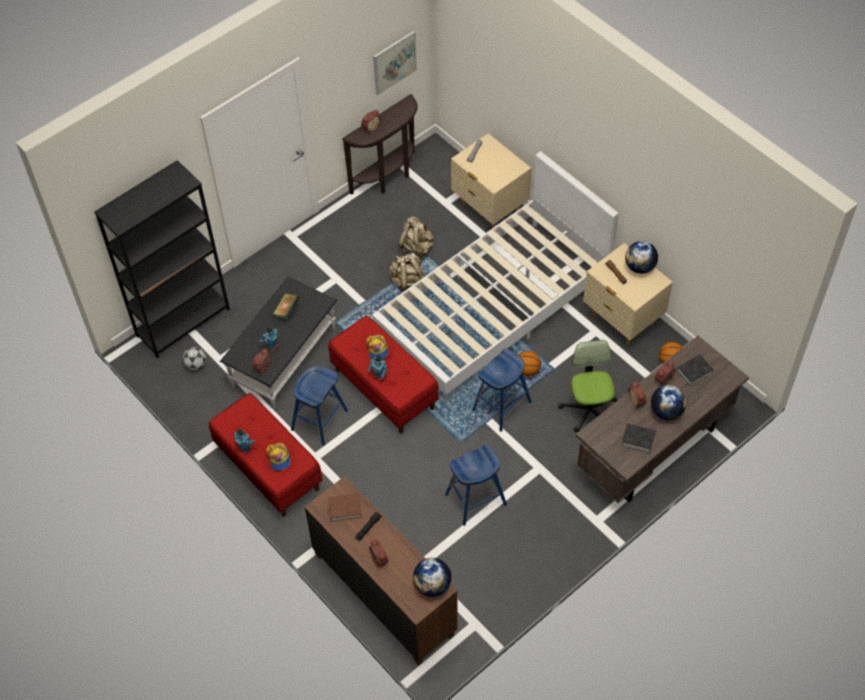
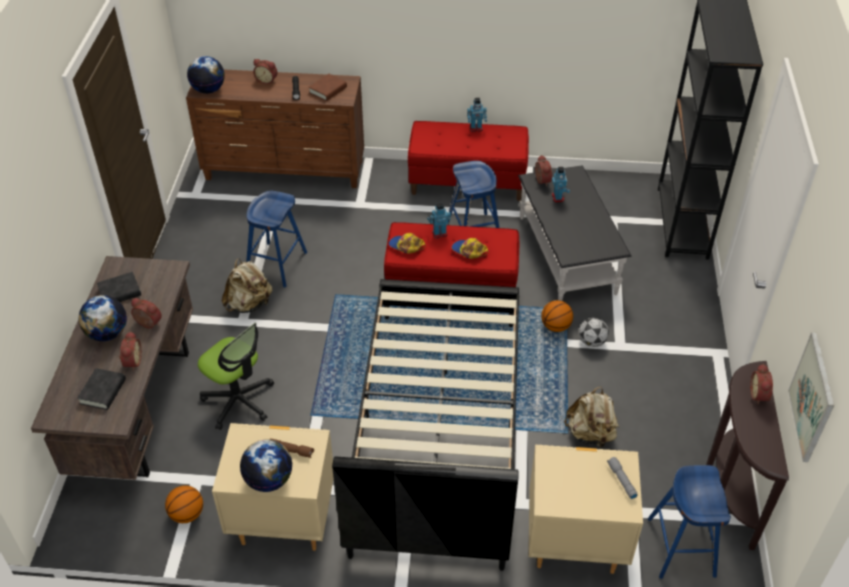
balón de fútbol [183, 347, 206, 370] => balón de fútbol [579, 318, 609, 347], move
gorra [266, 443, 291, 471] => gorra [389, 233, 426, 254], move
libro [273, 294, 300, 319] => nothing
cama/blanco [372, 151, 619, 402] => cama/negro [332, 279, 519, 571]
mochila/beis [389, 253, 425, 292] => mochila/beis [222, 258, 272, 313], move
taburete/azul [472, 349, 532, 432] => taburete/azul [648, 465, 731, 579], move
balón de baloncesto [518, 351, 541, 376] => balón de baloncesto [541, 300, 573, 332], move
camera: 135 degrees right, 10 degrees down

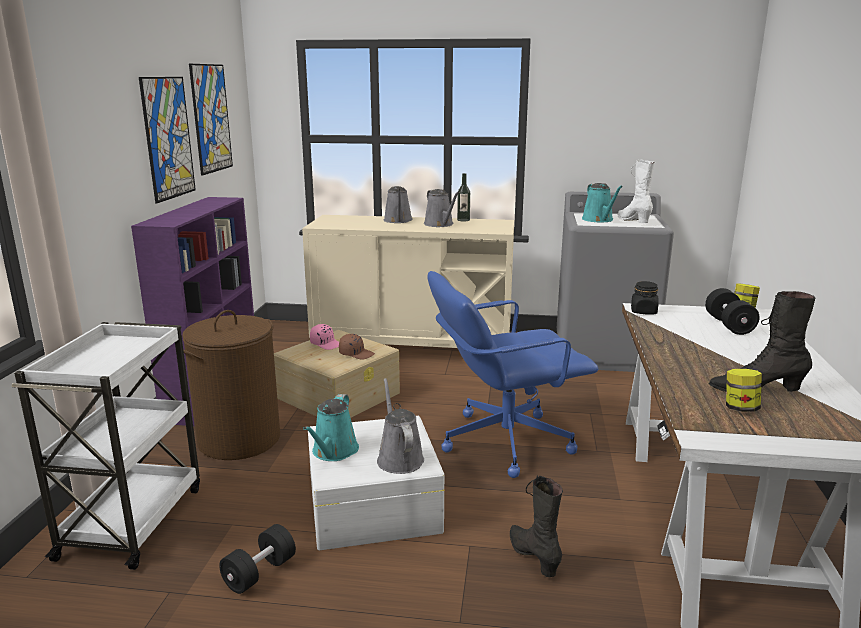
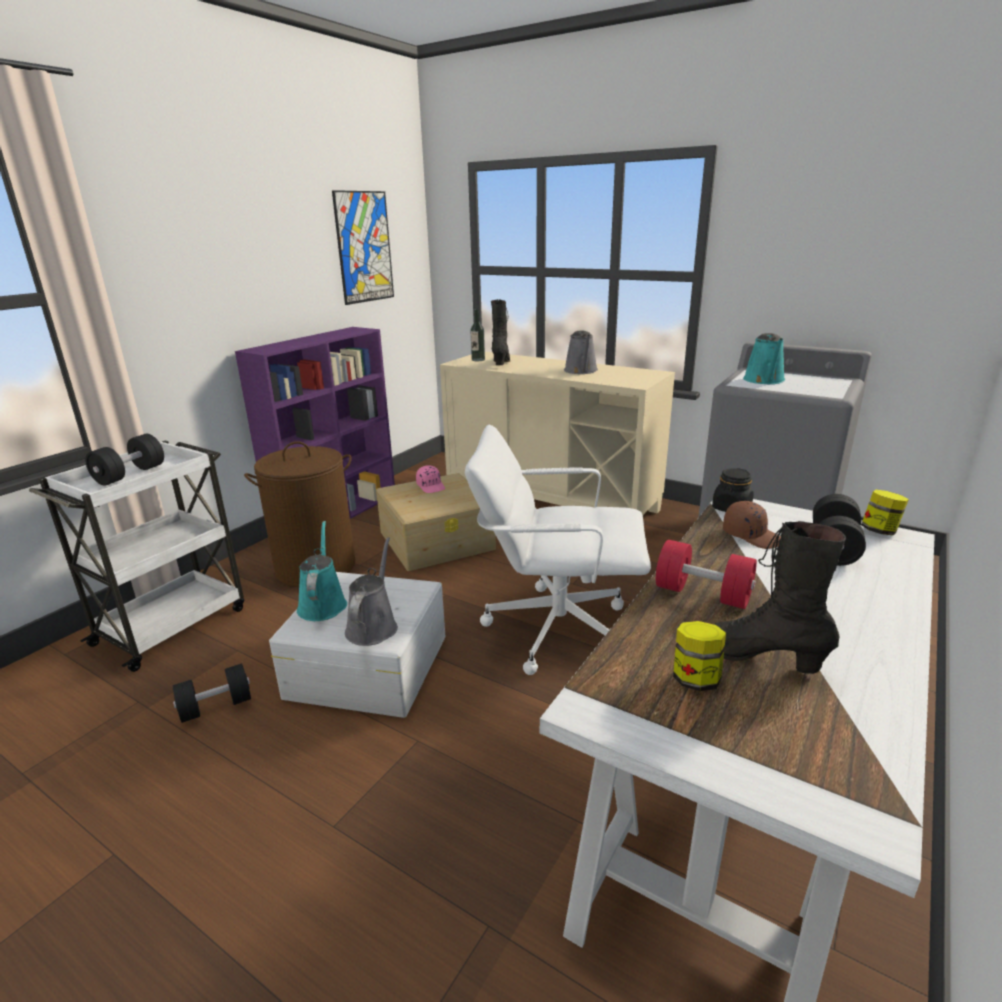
cuadro [139, 77, 196, 203] => nothing
regadera/turquesa [303, 394, 359, 461] => regadera/turquesa [297, 521, 347, 621], 135 degrees clockwise
gorra/marrón [339, 334, 375, 360] => gorra/marrón [723, 501, 781, 549], move
regadera/gris [384, 186, 413, 223] => nothing
silla de oficina/azul [427, 271, 598, 478] => silla de oficina/blanco [465, 425, 651, 675]
botella [457, 173, 470, 221] => botella [470, 309, 485, 361], move
bota/negro [510, 475, 563, 577] => bota/negro [491, 299, 510, 365], move
bota/blanco [618, 159, 655, 223] => nothing
nothing => mancuerna/negro [85, 434, 164, 485]
nothing => mancuerna/rojo [656, 540, 757, 609]
camera: 25 degrees right, 5 degrees up

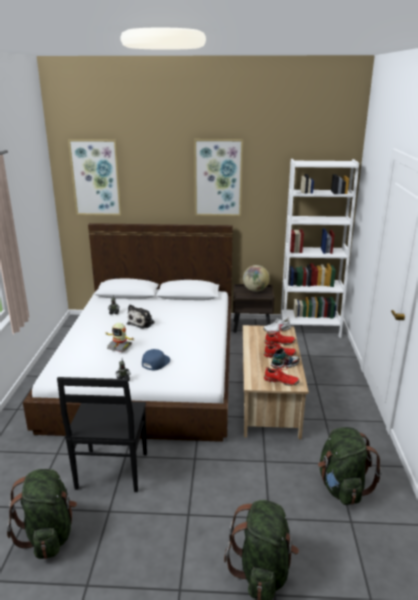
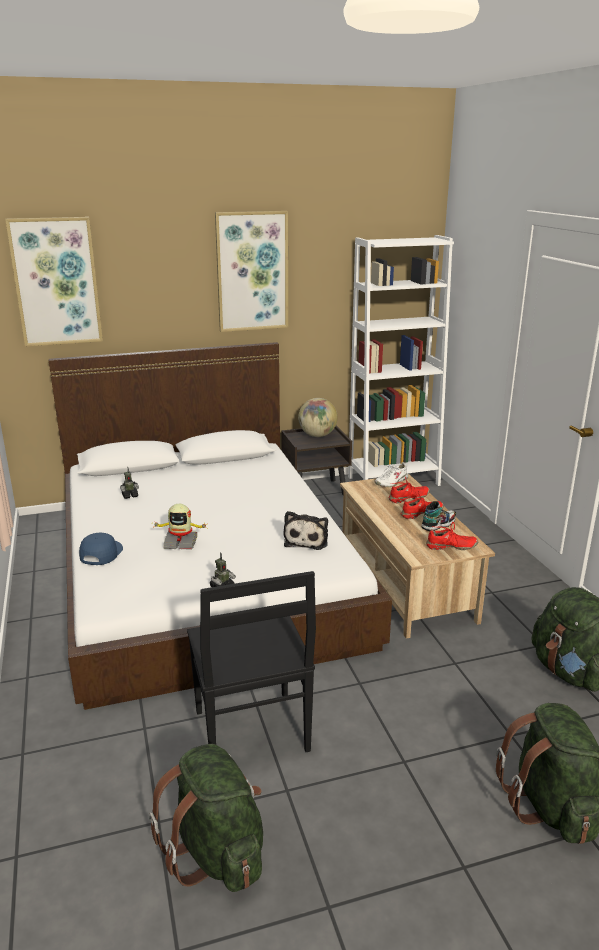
peluche [127, 304, 155, 329] => peluche [284, 511, 328, 550], move
gorra/azul [142, 349, 170, 370] => gorra/azul [79, 533, 123, 565], move
camera: 20 degrees left, 0 degrees up

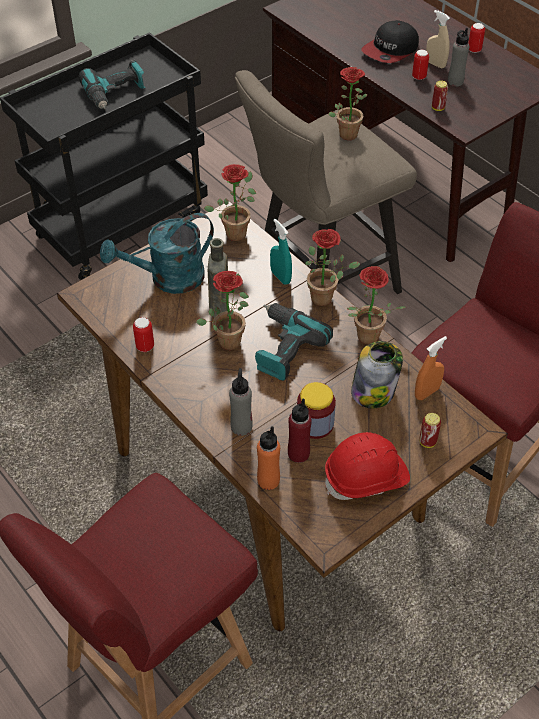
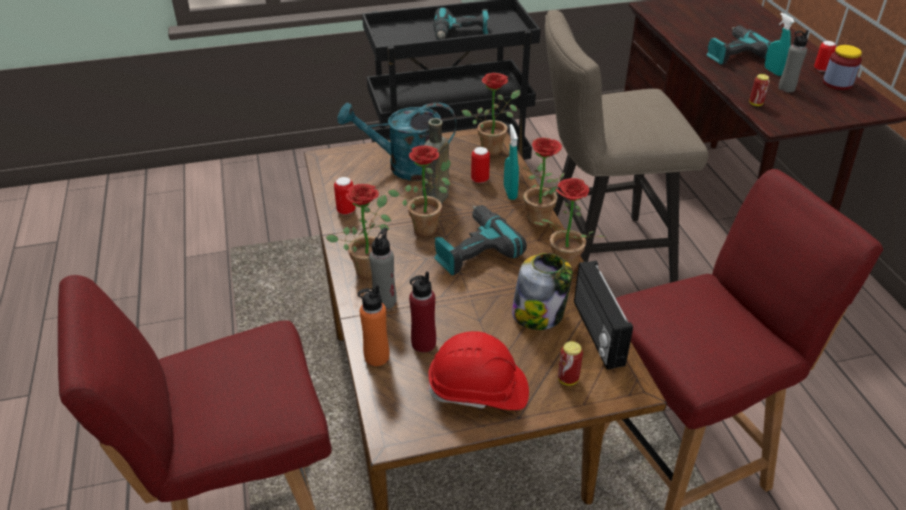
tarro [297, 382, 336, 439] => tarro [823, 45, 862, 90], move
planta en maceta [328, 67, 367, 140] => planta en maceta [325, 184, 391, 279], move
gorra [361, 20, 419, 63] => taladro [707, 25, 772, 65]
lata [412, 50, 429, 80] => lata [471, 147, 490, 183], move
pulverizador/naranja [415, 336, 447, 400] => radio [574, 261, 633, 370]
pulverizador/beis [426, 10, 450, 69] => pulverizador/turquesa [765, 13, 794, 76]
camera: 25 degrees right, 10 degrees down

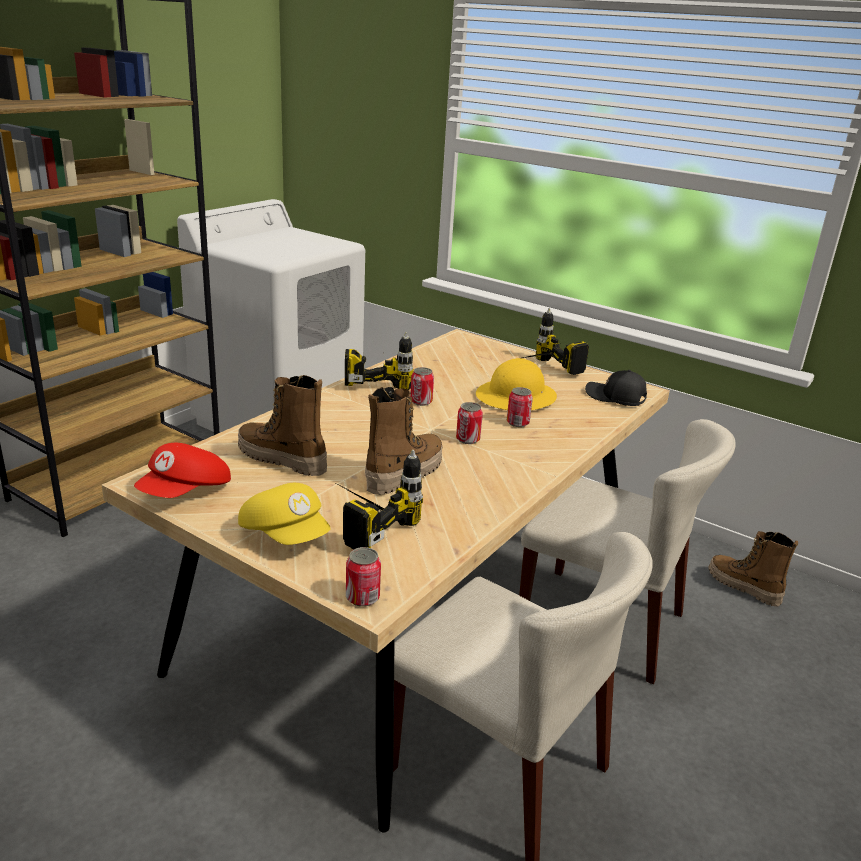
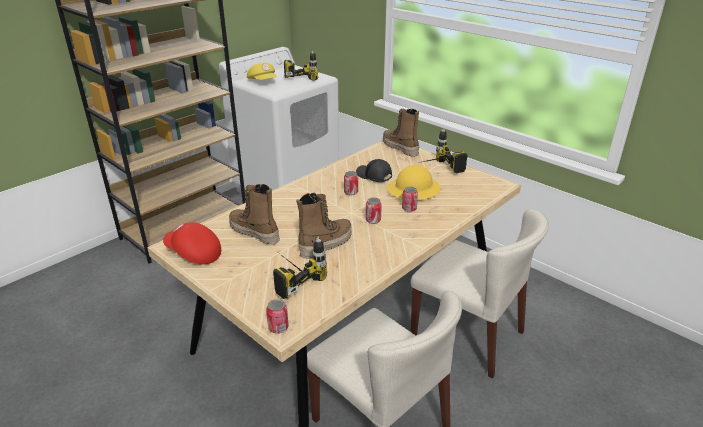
gorra/rojo [134, 443, 231, 498] => gorra/rojo [163, 222, 221, 264], 75 degrees clockwise
gorra/amarillo [238, 483, 331, 545] => gorra/amarillo [247, 62, 277, 80], move
taladro [345, 332, 414, 390] => taladro [284, 50, 318, 81], move
gorra/negro [585, 370, 647, 406] => gorra/negro [356, 159, 392, 182], move
bota [708, 531, 798, 607] => bota [383, 109, 419, 157], move
camera: 10 degrees right, 5 degrees up

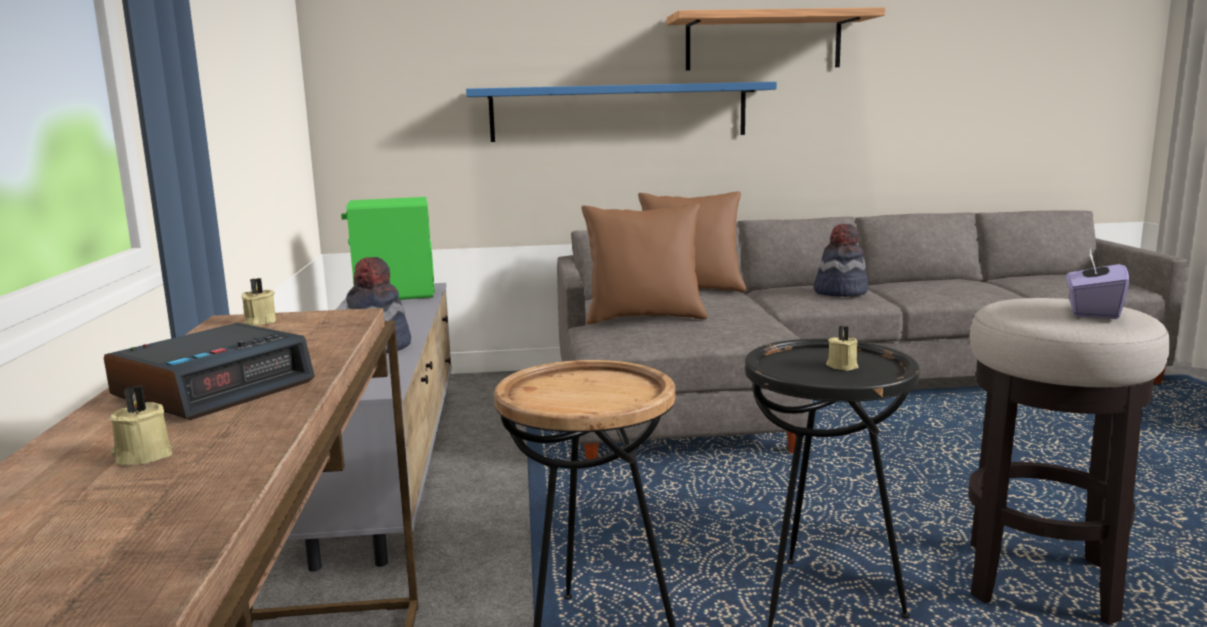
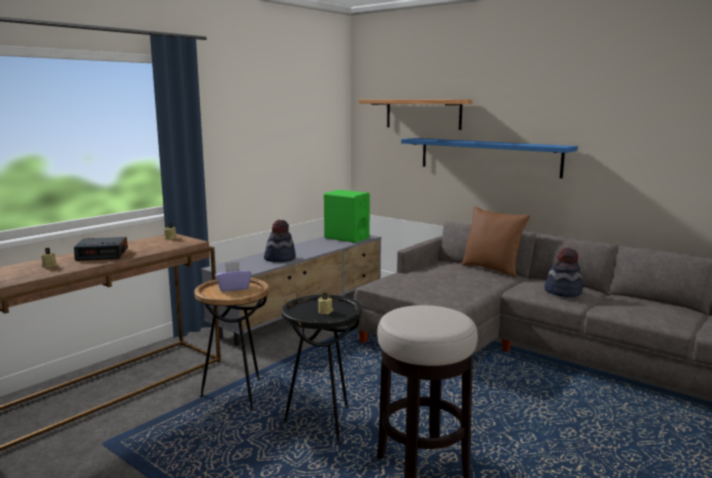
cojín/marrón [582, 203, 708, 324] => nothing
estante [667, 7, 885, 71] => estante [359, 99, 473, 130], move
caja de pañuelos/morado [1066, 249, 1129, 319] => caja de pañuelos/morado [215, 262, 251, 292], move
camera: 45 degrees right, 0 degrees up

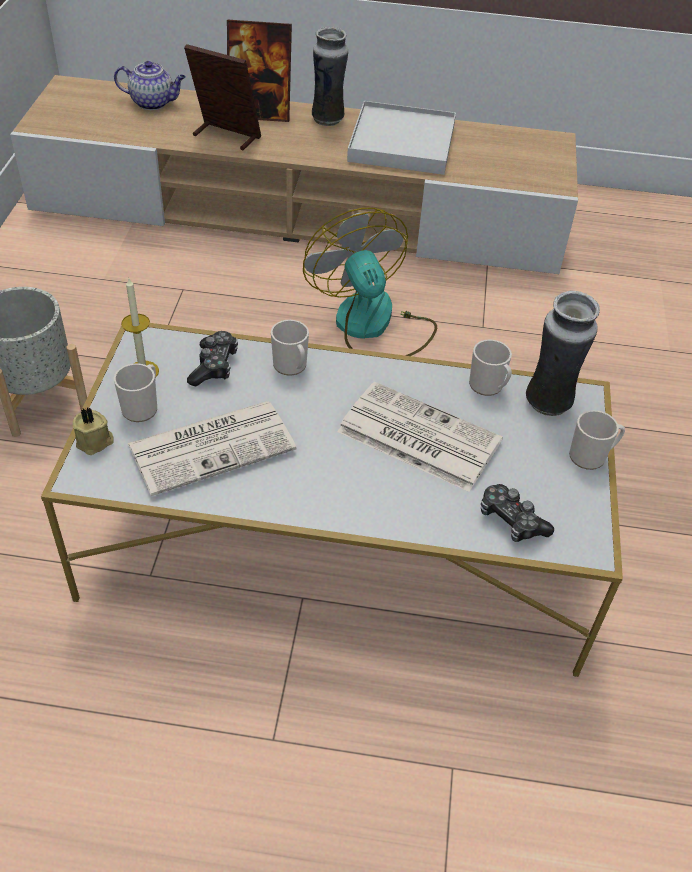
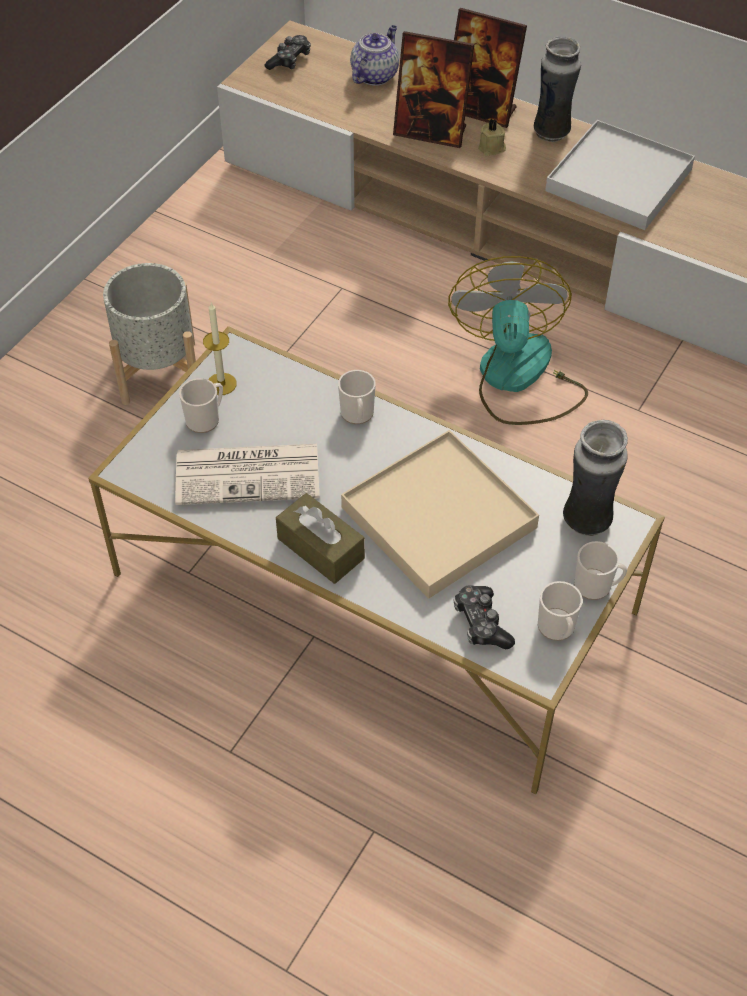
vela/beis [73, 408, 114, 455] => vela/beis [478, 119, 506, 156], move
tetera [114, 61, 186, 110] => tetera [350, 25, 399, 86], 90 degrees counterclockwise
portarretratos [184, 44, 261, 150] => portarretratos [393, 31, 474, 148], 150 degrees clockwise
mando de consola [187, 331, 238, 386] => mando de consola [265, 35, 311, 70], move
periódico [337, 382, 503, 492] => bandeja/beis [341, 430, 539, 599]
taza grande [469, 340, 512, 396] => taza grande [538, 581, 583, 641], move
nothing => caja de pañuelos/marrón [276, 493, 365, 584]
camera: 25 degrees right, 5 degrees up

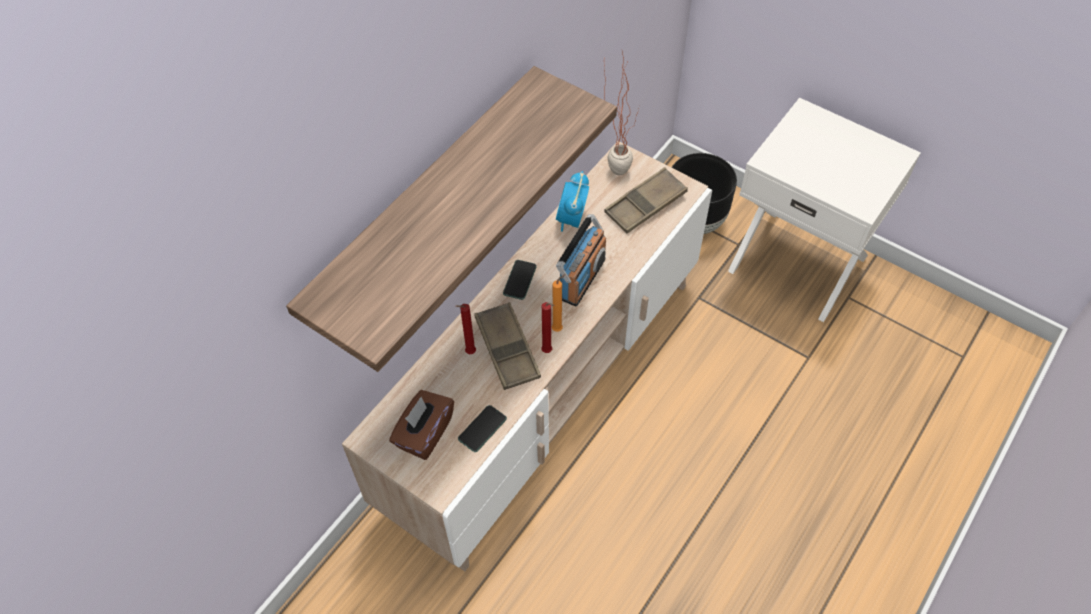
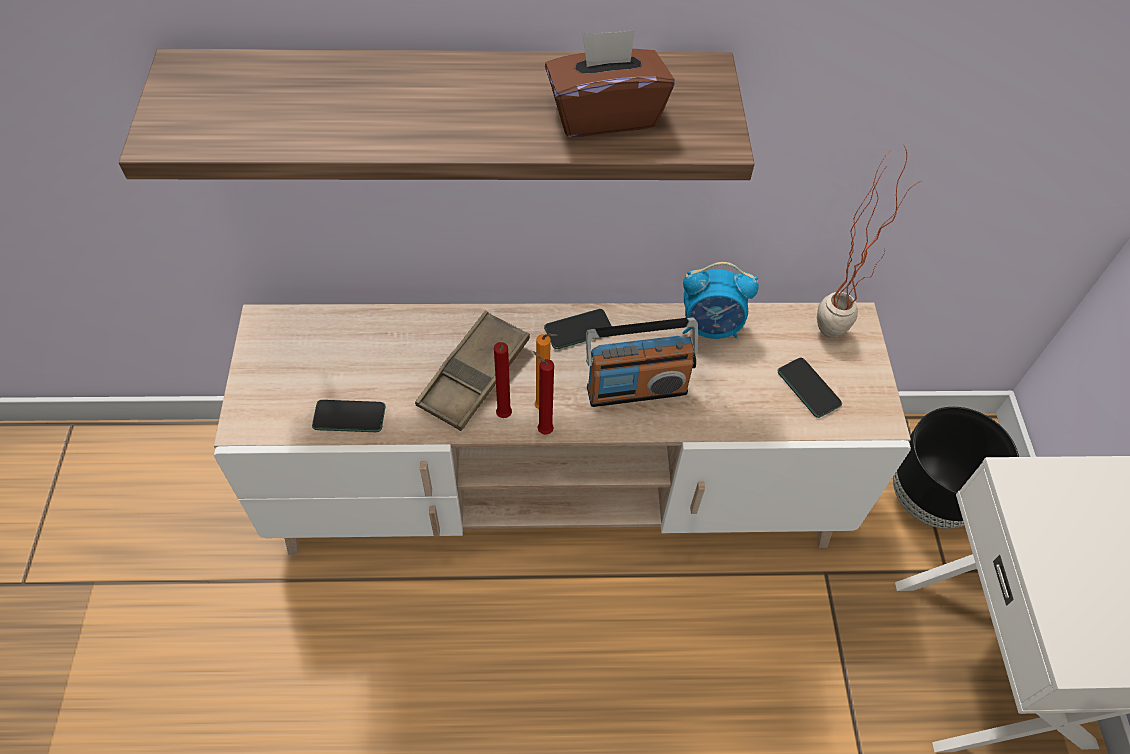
caja de pañuelos/marrón [389, 390, 454, 460] => caja de pañuelos/marrón [545, 30, 674, 137], move
vela/rojo [455, 304, 476, 354] => vela/rojo [533, 351, 554, 435], move
despertador [556, 171, 589, 232] => despertador [682, 262, 759, 339], 150 degrees counterclockwise
bandeja/marrón [604, 167, 688, 234] => móvil [778, 358, 842, 418]
camera: 50 degrees right, 0 degrees up

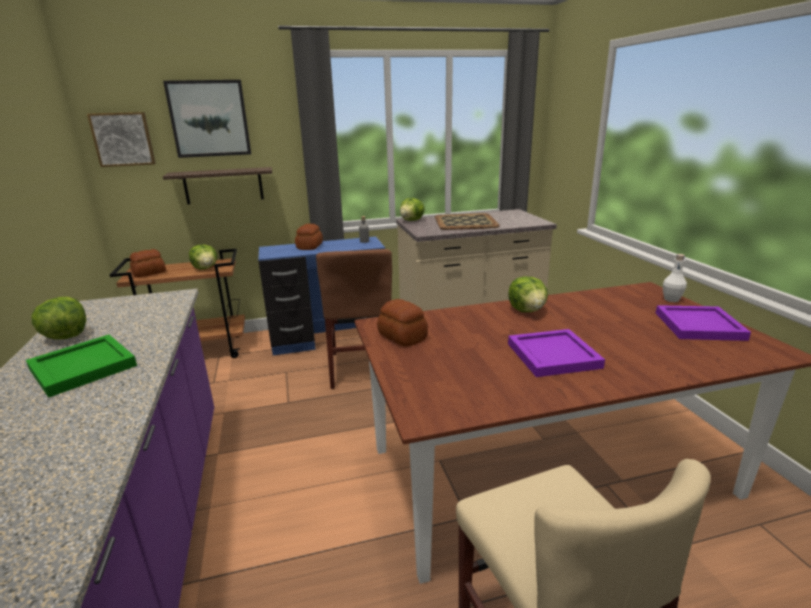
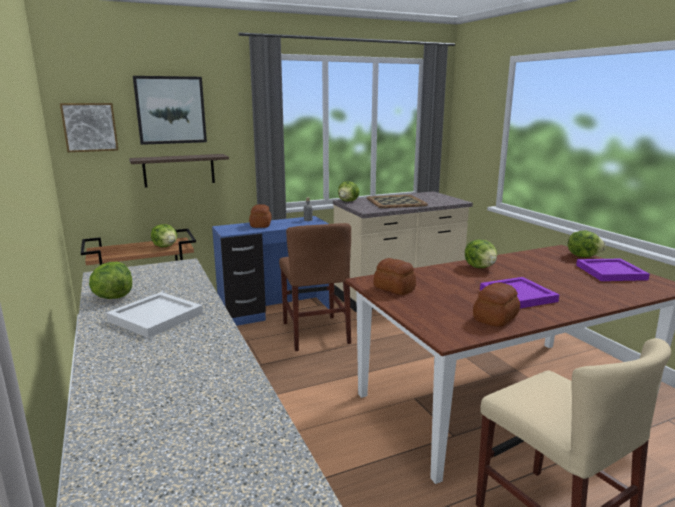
bandeja/verde [26, 335, 137, 398] => bandeja/blanco [106, 292, 203, 338]
pan [130, 249, 166, 277] => pan [473, 282, 520, 327], move
botella/blanco [663, 254, 687, 302] => lechuga [568, 230, 606, 257]
camera: 10 degrees left, 5 degrees down

